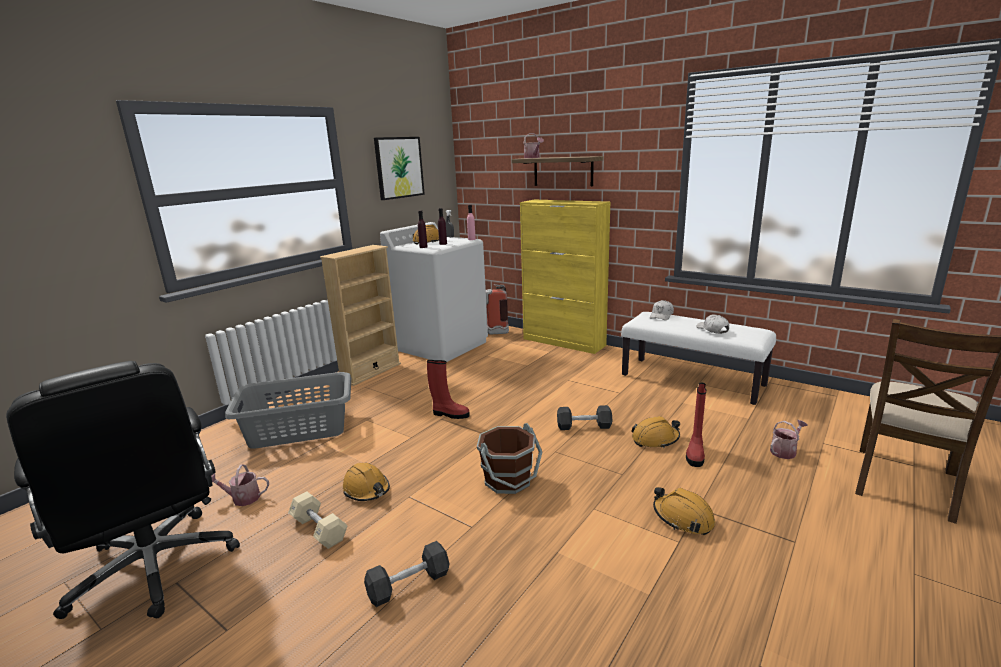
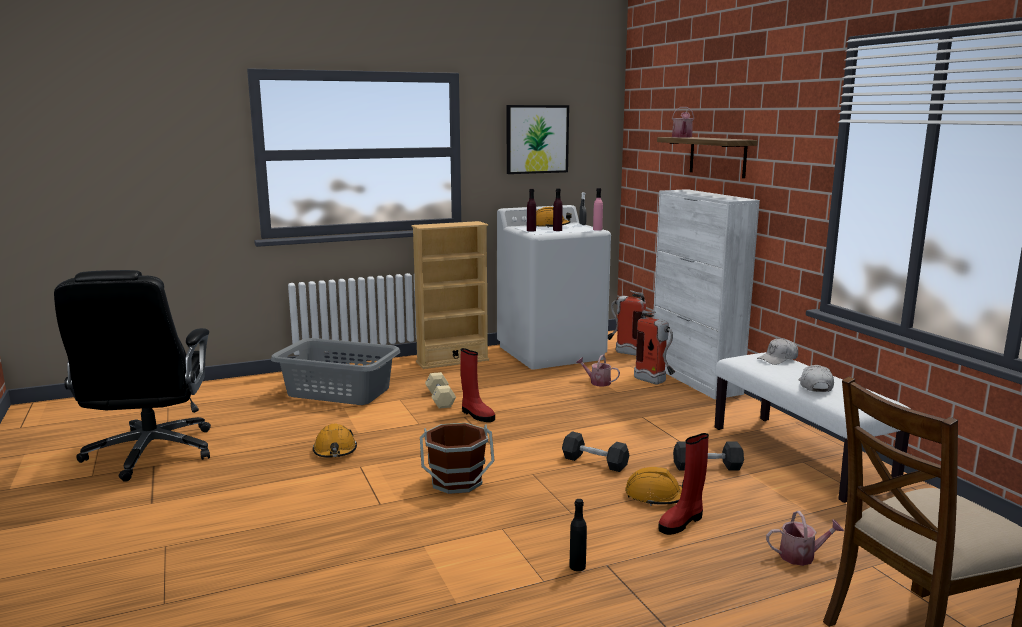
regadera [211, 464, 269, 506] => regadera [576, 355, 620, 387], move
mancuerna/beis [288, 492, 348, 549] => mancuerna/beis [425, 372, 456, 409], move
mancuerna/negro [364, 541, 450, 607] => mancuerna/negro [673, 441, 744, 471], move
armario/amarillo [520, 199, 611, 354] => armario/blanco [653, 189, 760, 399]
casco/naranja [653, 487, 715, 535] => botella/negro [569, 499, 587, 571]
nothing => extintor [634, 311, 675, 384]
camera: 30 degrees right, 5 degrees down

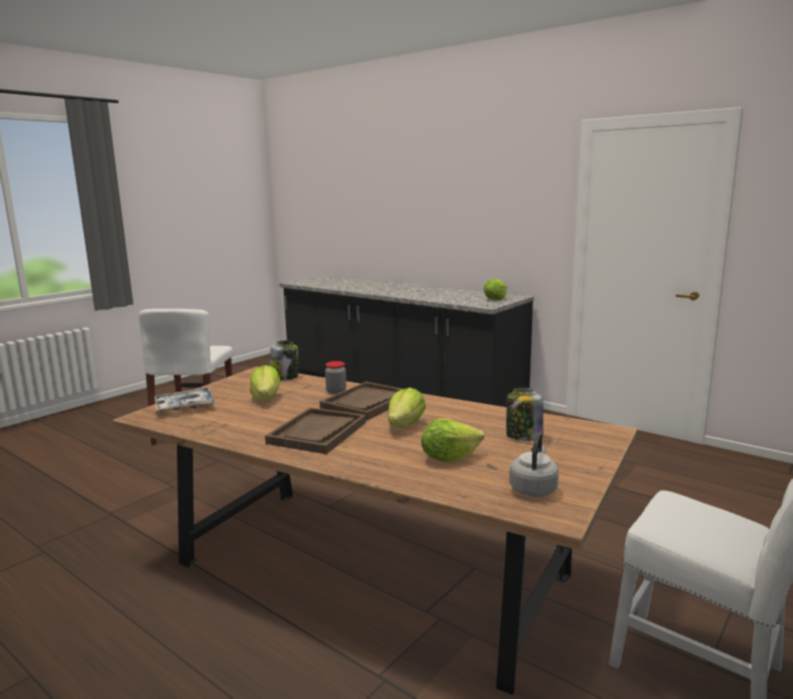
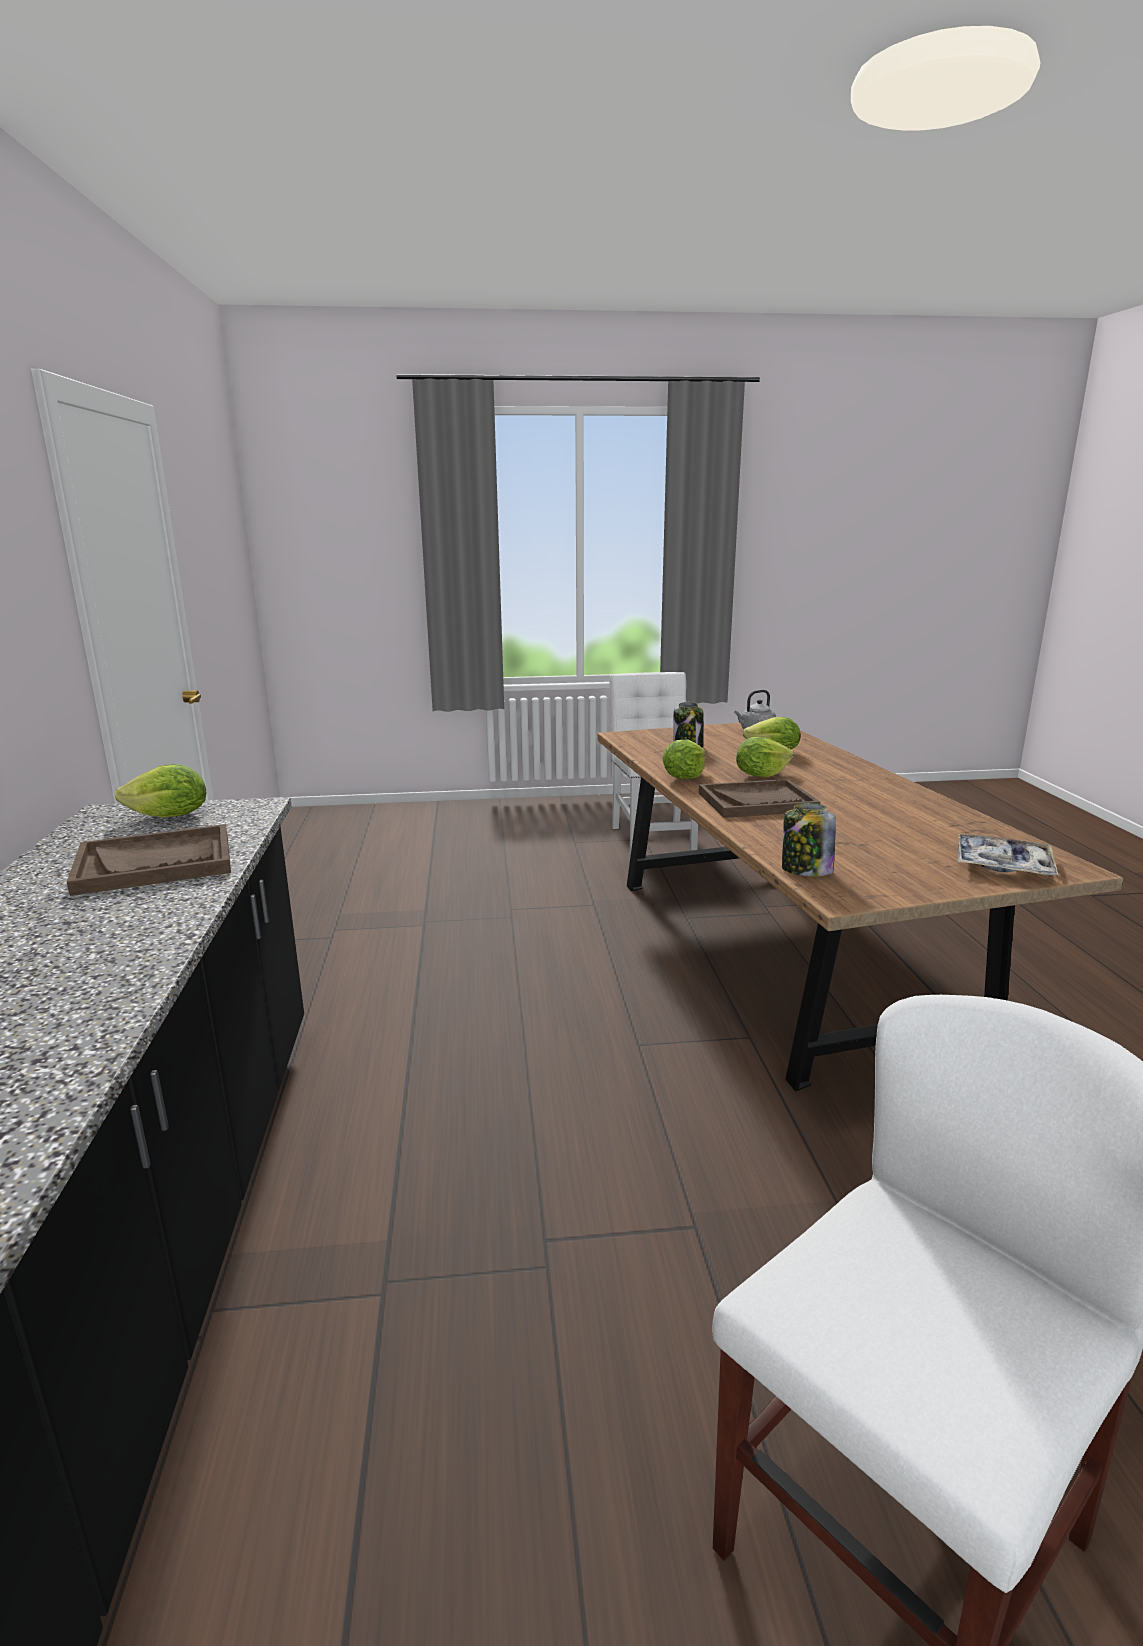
lechuga [250, 365, 281, 401] => lechuga [662, 740, 705, 779], move
bandeja/marrón [265, 407, 366, 454] => bandeja/marrón [67, 824, 231, 896], move
tarro [325, 361, 346, 394] => nothing
camera: 135 degrees left, 5 degrees up

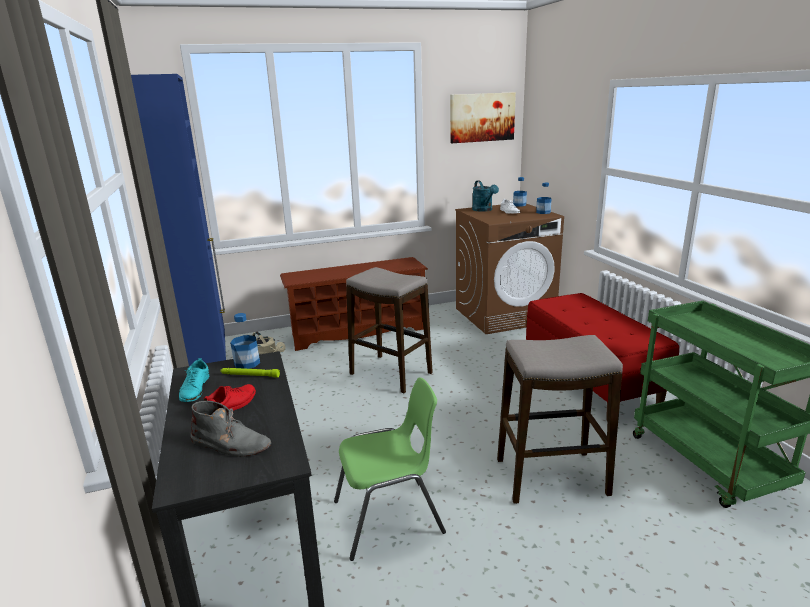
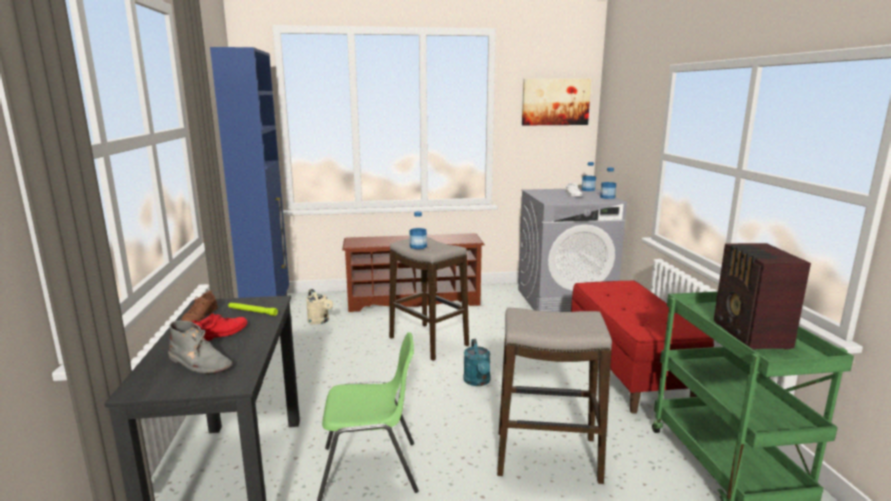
zapato/turquesa [179, 358, 209, 402] => zapato/marrón [181, 291, 218, 322]
botella [230, 313, 260, 369] => botella [409, 211, 427, 249], move
lavadora/marrón [455, 204, 564, 334] => lavadora/gris [518, 188, 627, 312]
regadera/turquesa [472, 180, 499, 212] => regadera/turquesa [464, 339, 490, 386], move
nothing => radio [714, 243, 811, 350]
camera: 10 degrees right, 5 degrees down

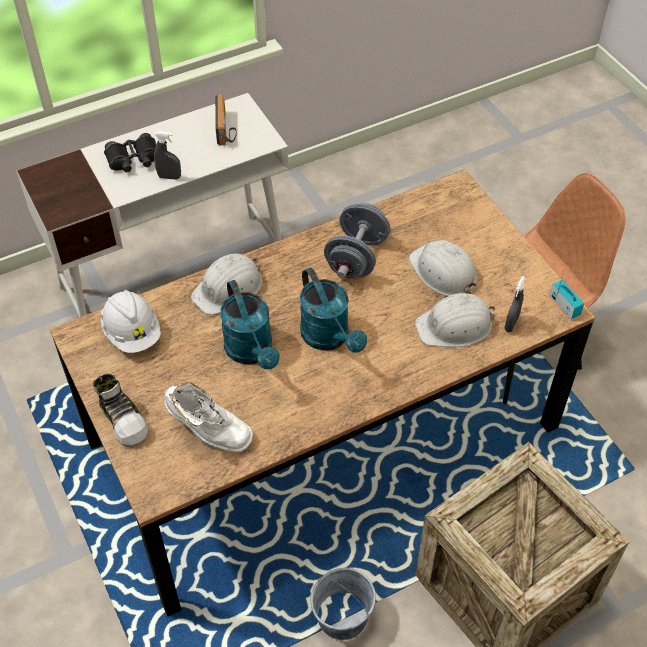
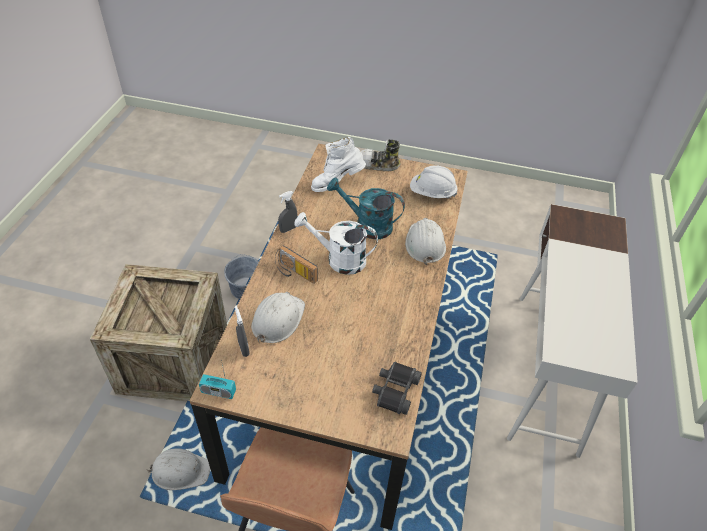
prismáticos/negro [104, 133, 156, 172] => prismáticos/negro [372, 362, 422, 415], move
pulverizador/gris [154, 131, 181, 180] => pulverizador/gris [278, 191, 298, 233], move
radio [215, 94, 237, 145] => radio [275, 246, 318, 284], move
regadera/turquesa [300, 268, 367, 353] => regadera/blanco [294, 212, 378, 275]
mancuerna/gris [324, 203, 390, 279] => nothing
casco/blanco [408, 240, 477, 296] => casco/blanco [147, 448, 210, 490], move
camera: 130 degrees right, 5 degrees down

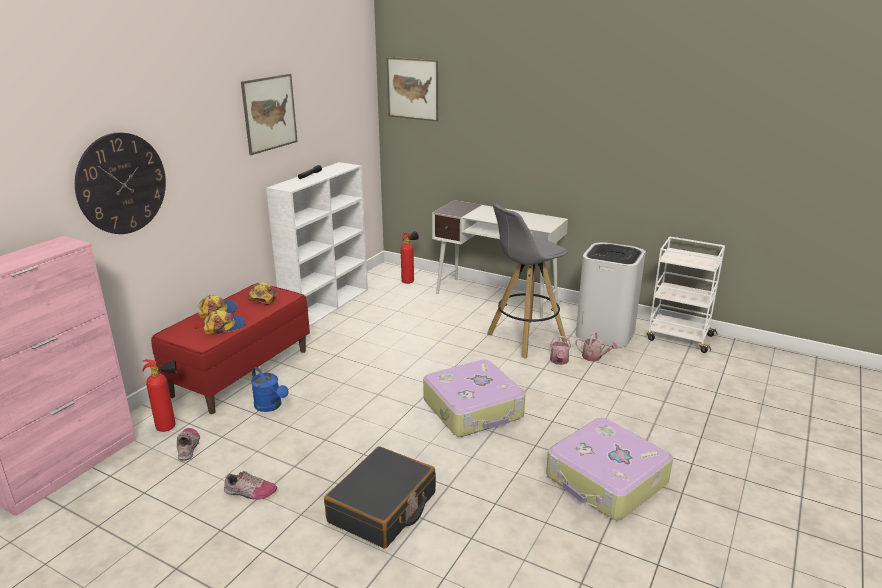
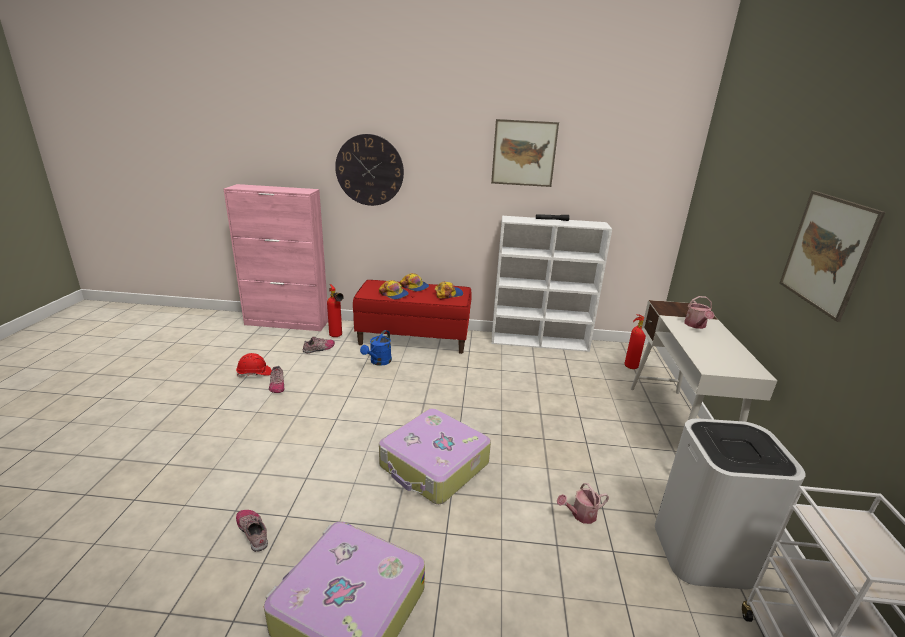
maleta/negro [324, 446, 436, 549] => nothing
cuadro [386, 57, 438, 122] => cuadro [780, 191, 885, 322], move
taburete/gris [487, 204, 568, 358] => nothing
regadera [575, 332, 618, 362] => regadera [684, 296, 714, 329], move
nothing => casco/rojo [236, 353, 272, 377]
nothing => zapato [236, 510, 268, 552]
camera: 65 degrees right, 0 degrees up

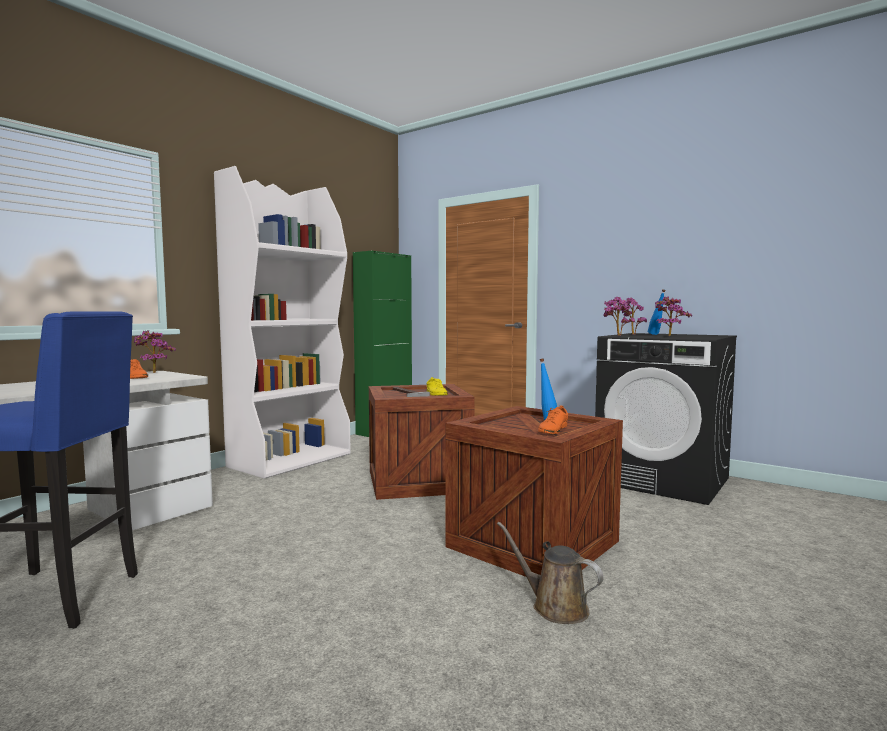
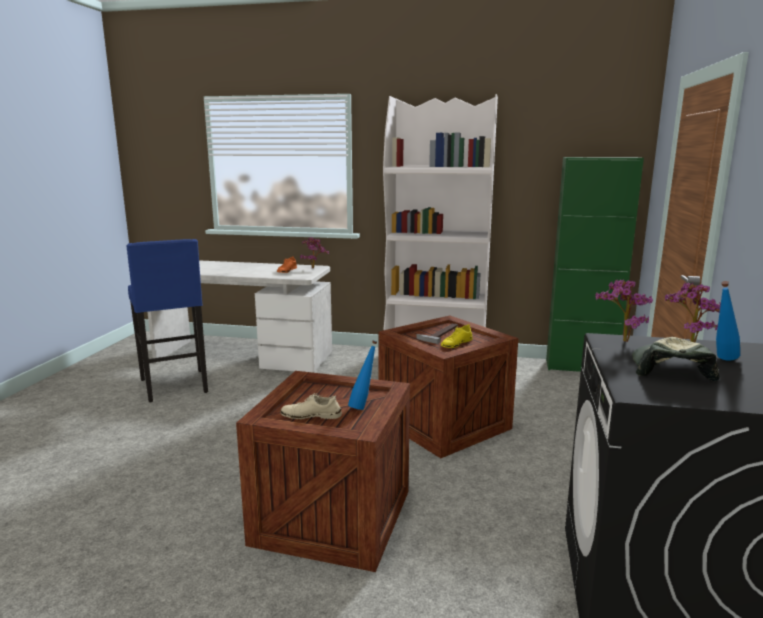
regadera/marrón [497, 522, 603, 624] => nothing
zapato/naranja [538, 405, 568, 434] => zapato/beis [280, 393, 342, 419]
planta en maceta [655, 297, 692, 336] => gorra [632, 337, 720, 381]
camera: 65 degrees right, 10 degrees up

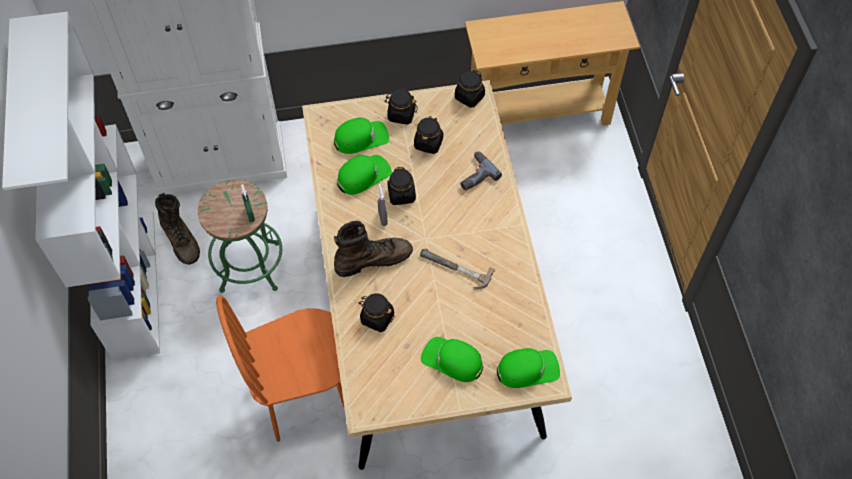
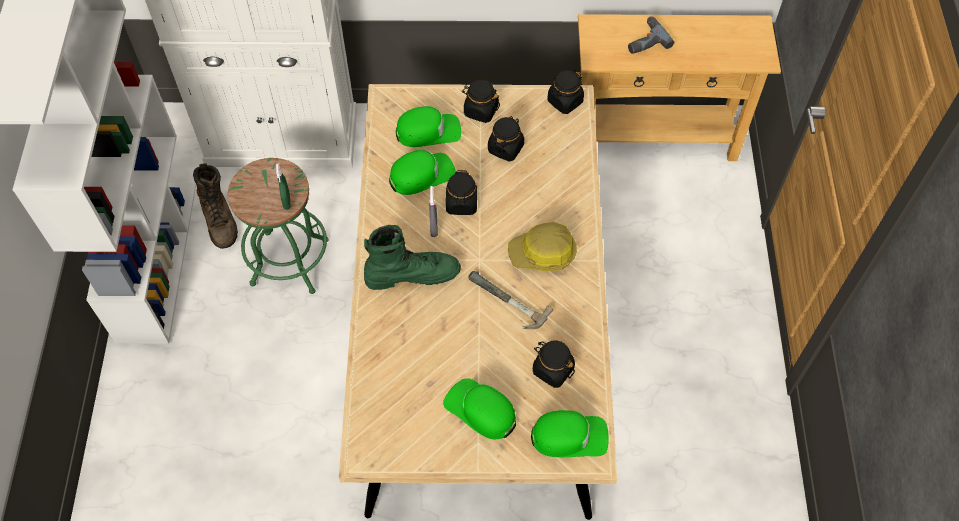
silla/naranja [216, 295, 345, 442] => nothing
bota/marrón [334, 221, 413, 277] => bota/verde [364, 225, 461, 290]
tarro/negro [359, 293, 394, 332] => tarro/negro [533, 340, 575, 388], move
taladro [460, 151, 502, 191] => taladro [628, 16, 674, 54], move
nothing => casco [508, 222, 577, 271]
camera: 10 degrees right, 0 degrees up

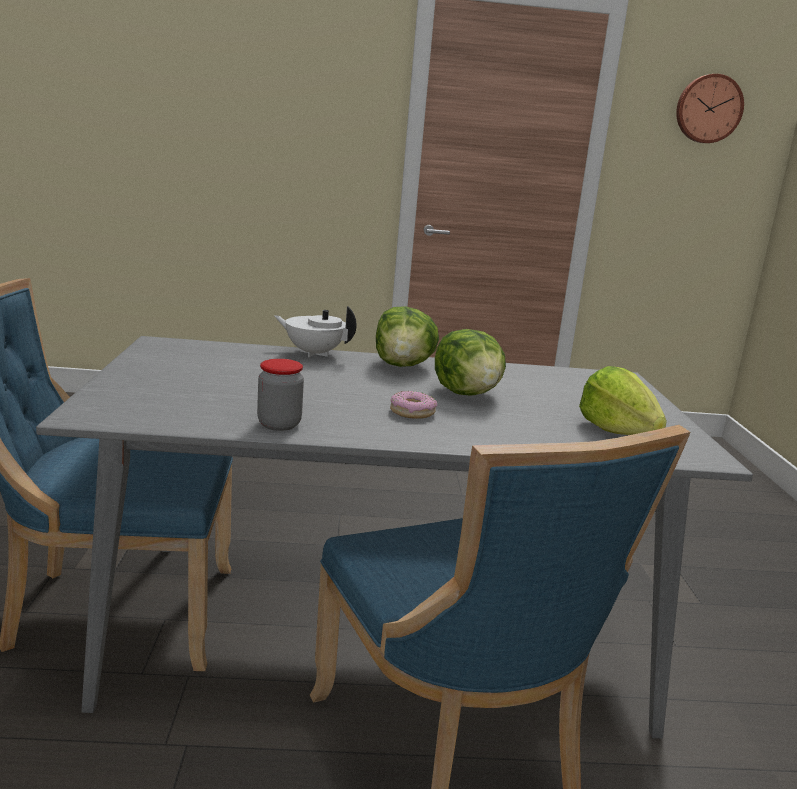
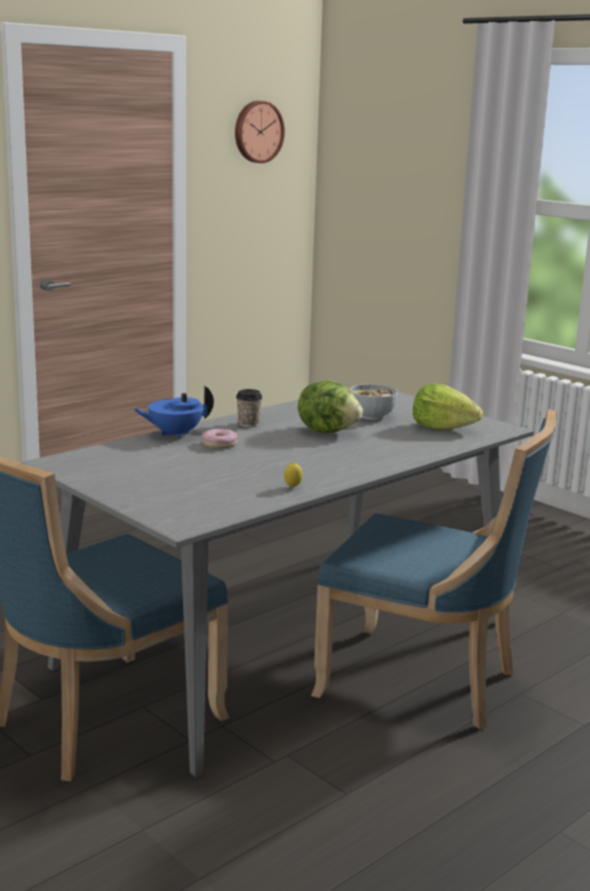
tarro [257, 359, 304, 431] => limón [284, 462, 303, 488]
tetera/blanco [274, 306, 357, 357] => tetera/azul [133, 385, 214, 438]
lechuga [376, 306, 439, 367] => taza [236, 389, 263, 427]
rosquilla [390, 391, 437, 419] => rosquilla [202, 429, 238, 449], move
nothing => cuenco [350, 384, 398, 420]
camera: 40 degrees left, 0 degrees up

